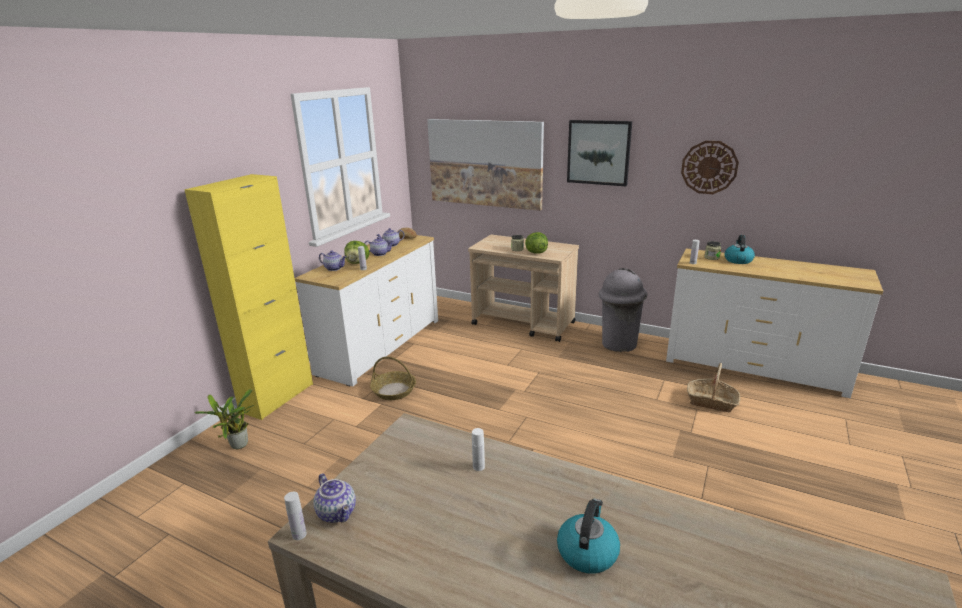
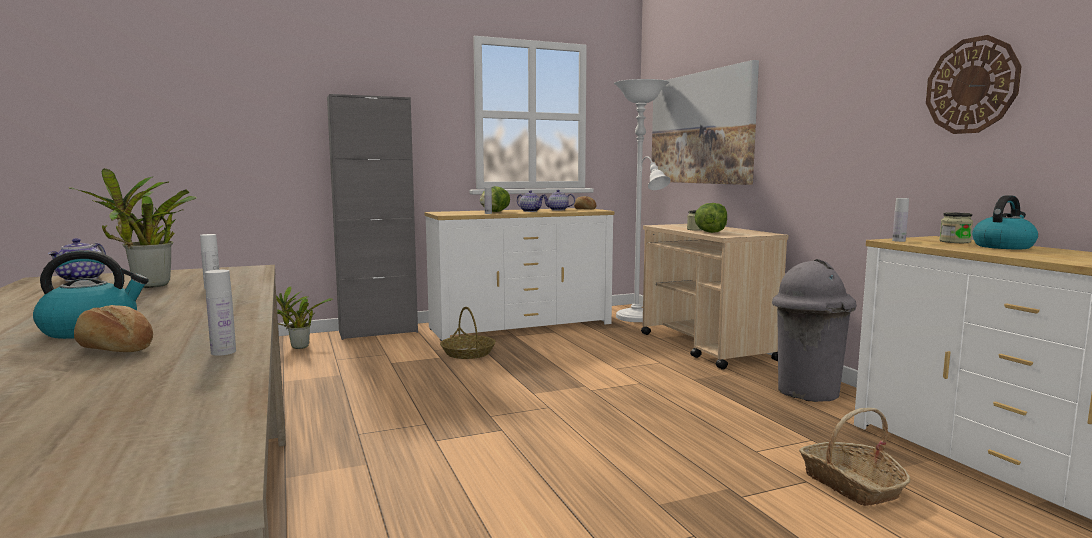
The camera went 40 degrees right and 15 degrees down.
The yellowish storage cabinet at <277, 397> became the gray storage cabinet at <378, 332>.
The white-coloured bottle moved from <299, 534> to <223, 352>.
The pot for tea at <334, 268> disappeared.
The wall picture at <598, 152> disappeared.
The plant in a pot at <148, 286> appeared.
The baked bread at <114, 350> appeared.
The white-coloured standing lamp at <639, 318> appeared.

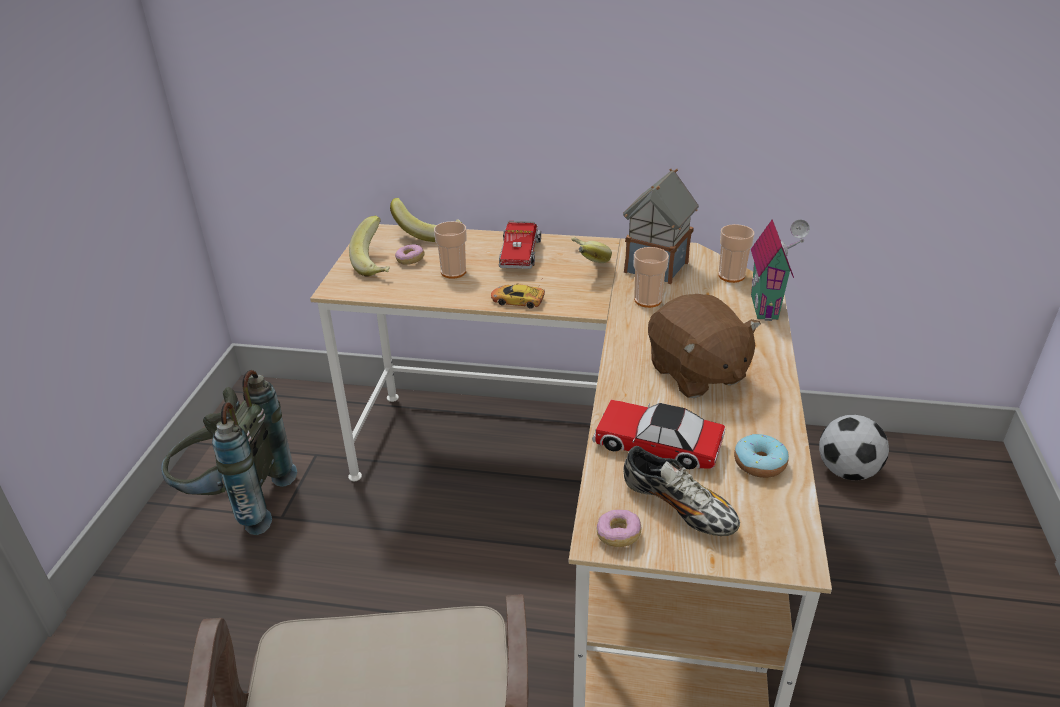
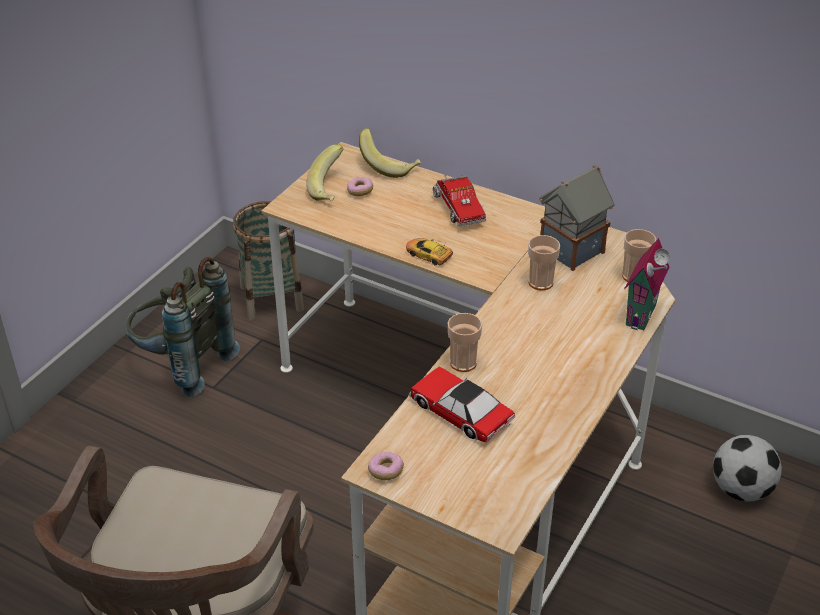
The camera went 20 degrees right and 5 degrees up.
The drinking cup moved from <453, 272> to <463, 363>.
The model truck at <519, 254> turned 45 degrees counterclockwise.
The banana at <584, 264> disappeared.
The low shoe at <678, 508> disappeared.
The brown soft toy at <696, 373> disappeared.
The ring doughnut at <759, 463> disappeared.
The basket at <272, 298> appeared.

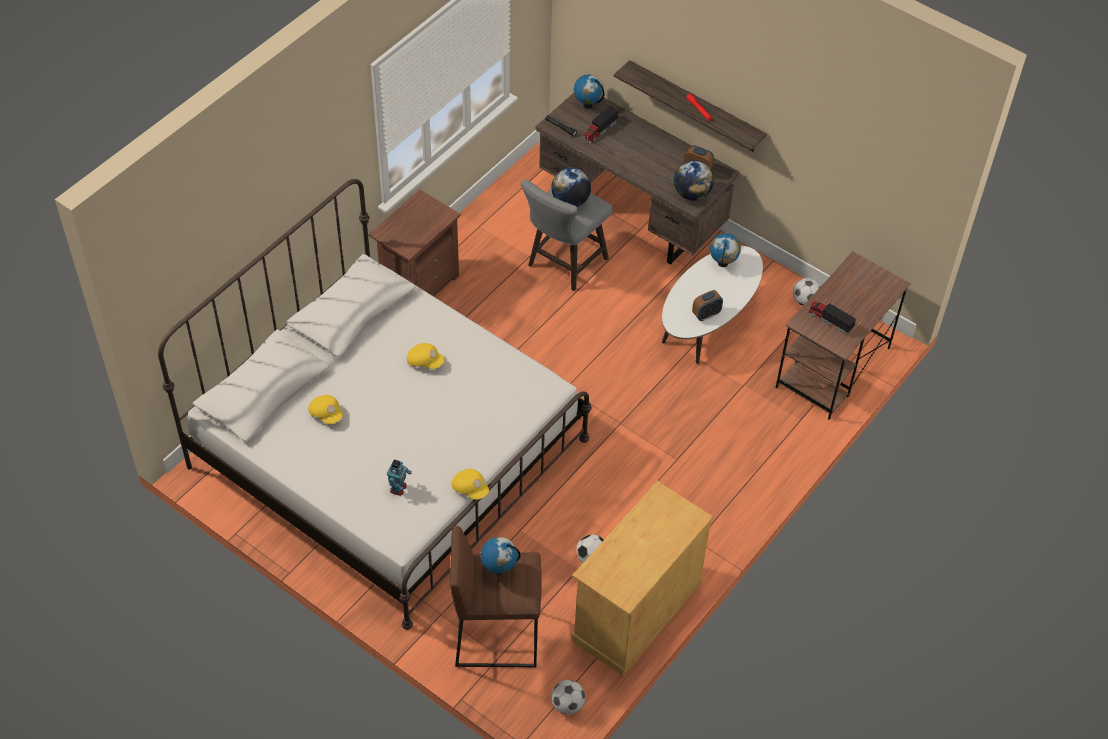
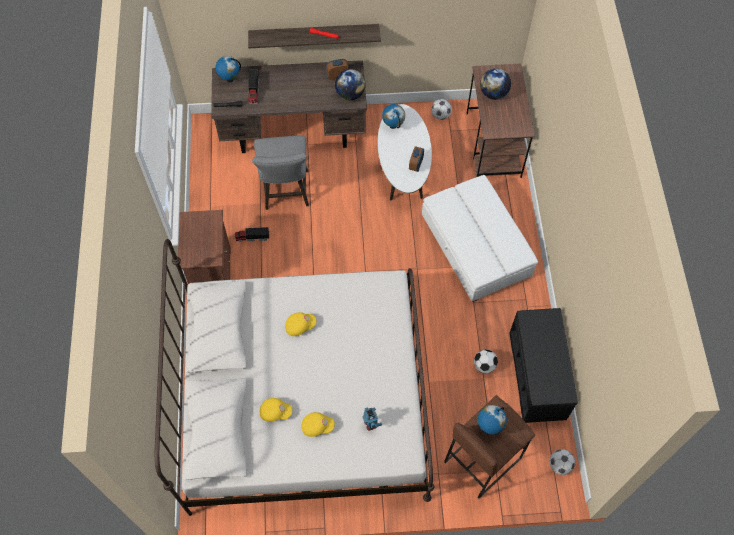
The camera went 40 degrees left and 10 degrees up.
The yellowish cap moved from <470, 488> to <317, 426>.
The globe moved from <570, 201> to <493, 93>.
The beige-coloured storage cabinet at <636, 611> was replaced by the blackish indoor bench at <538, 376>.
The model truck moved from <829, 320> to <252, 237>.
The white-coloured ottoman at <476, 246> appeared.

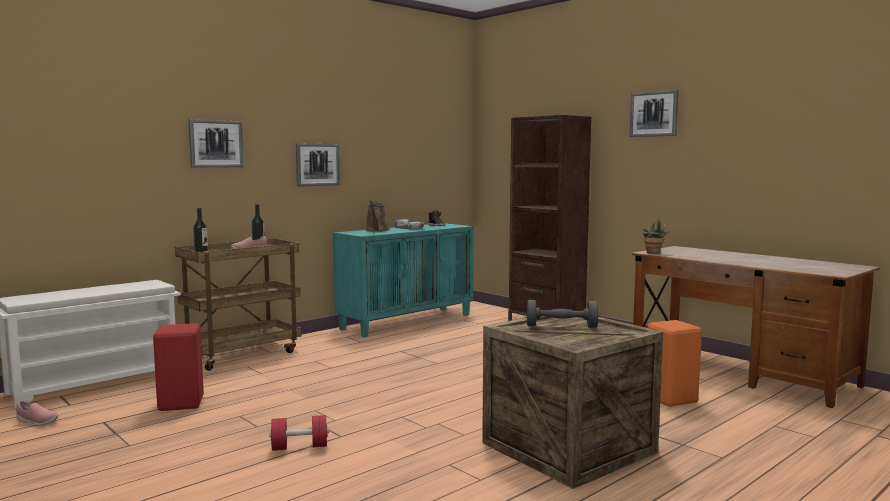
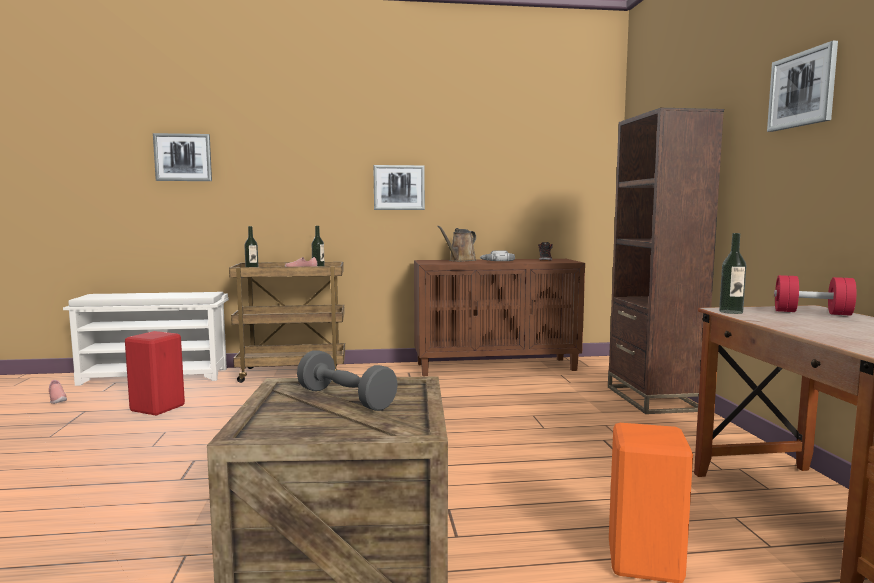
The camera went 35 degrees right and 0 degrees up.
The wall picture moved from <216, 144> to <183, 157>.
The red-coloured hand weight moved from <299, 447> to <812, 313>.
The turquoise storage cabinet at <407, 321> became the brown storage cabinet at <496, 367>.
The plant in a pot at <654, 253> was replaced by the bottle at <731, 312>.

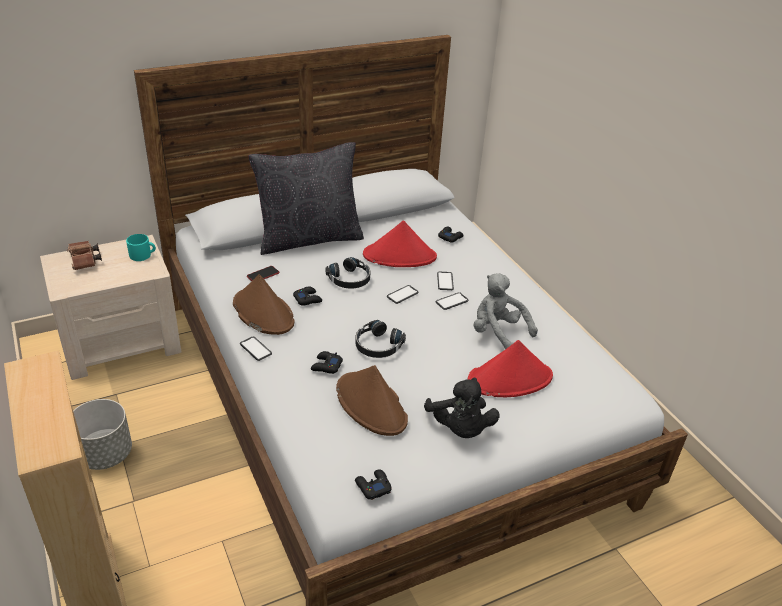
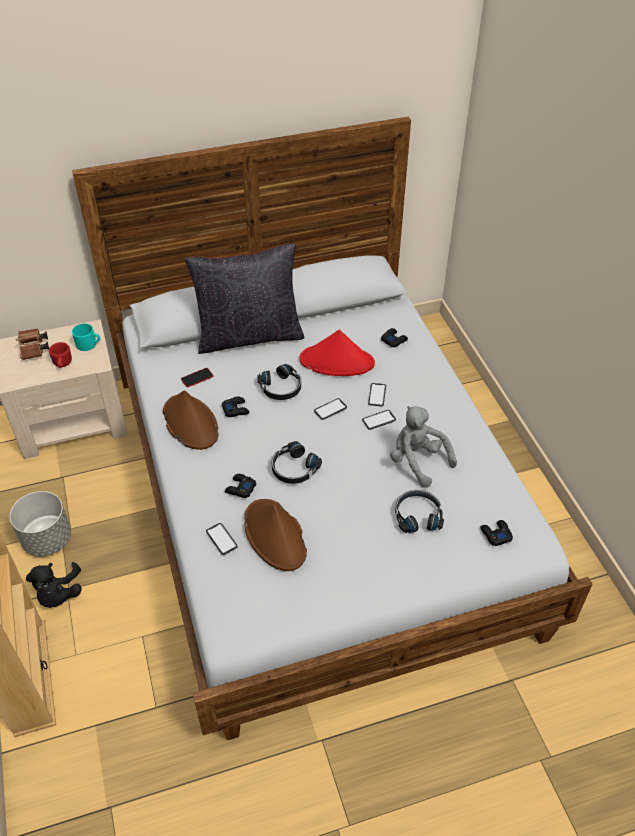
The camera went 10 degrees right and 10 degrees up.
The telephone moved from <255, 349> to <221, 539>.
The blackish gamepad moved from <372, 487> to <495, 534>.
The blackish soft toy moved from <459, 429> to <58, 594>.
The red-coloured hat at <510, 379> was replaced by the blackish headset at <417, 515>.
The red-coloured coffee mug at <62, 364> appeared.

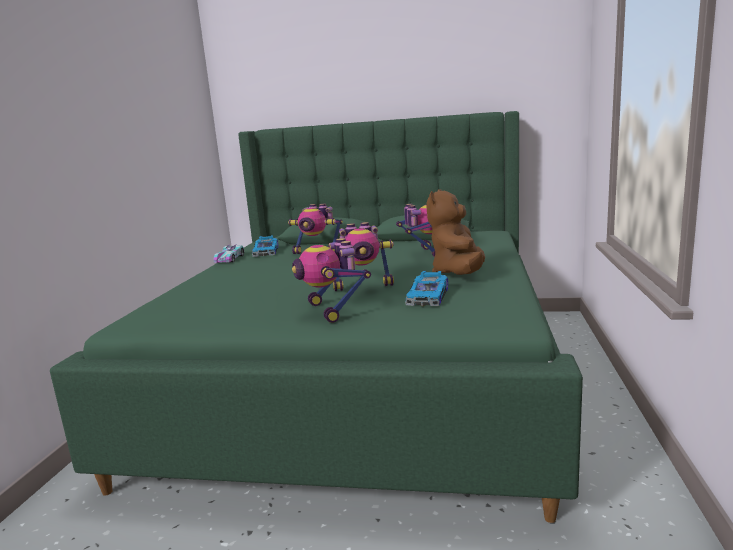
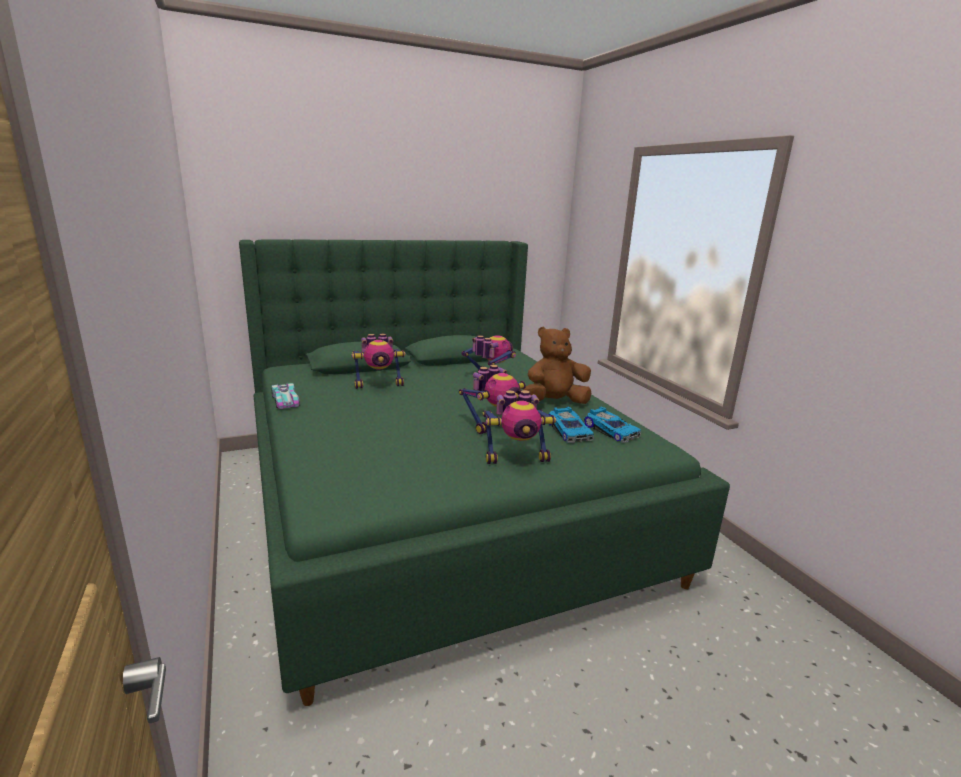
The camera went 35 degrees left and 5 degrees up.
The model car moved from <266, 252> to <612, 431>.
The toy robot at <332, 311> turned 45 degrees counterclockwise.
The brown soft toy at <459, 273> turned 90 degrees clockwise.

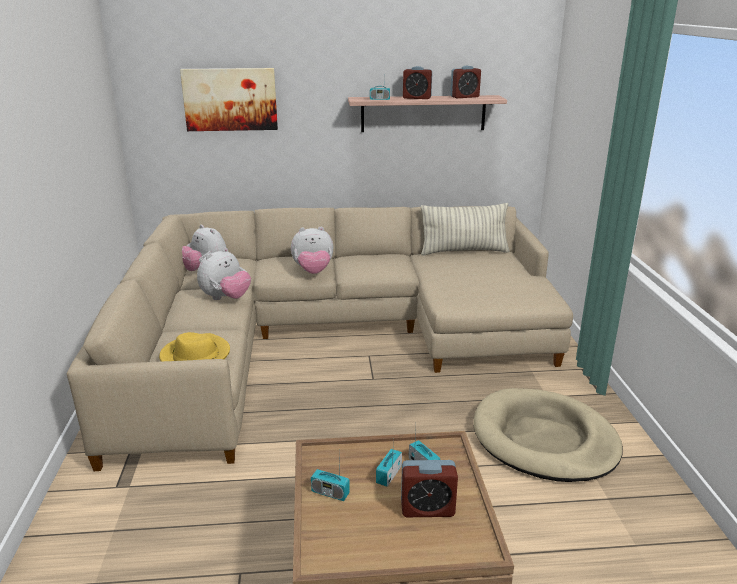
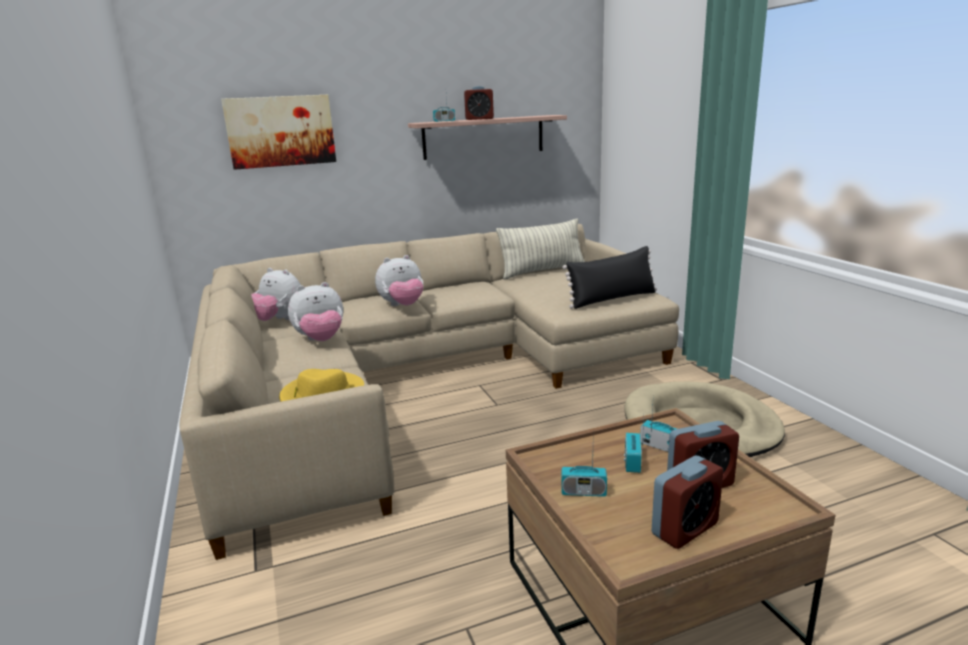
The camera went 15 degrees left and 5 degrees down.
The soft toy at <226, 298> turned 45 degrees clockwise.
The alarm clock moved from <464, 97> to <684, 529>.
The blackish pillow at <612, 299> appeared.

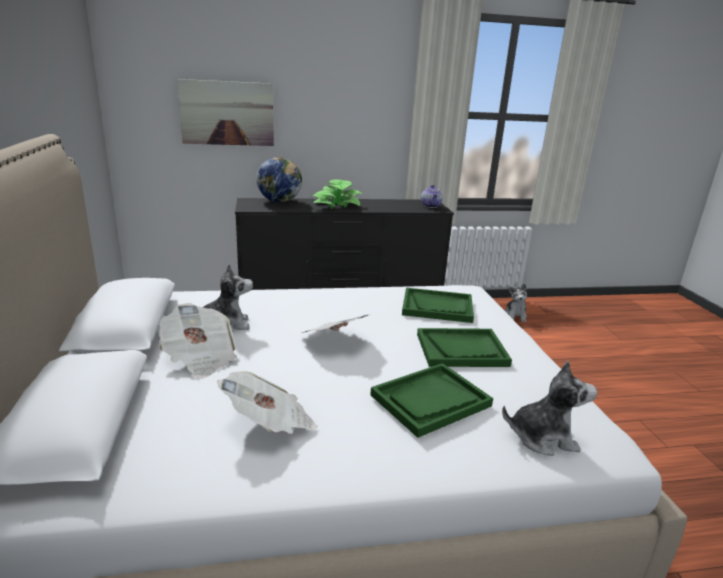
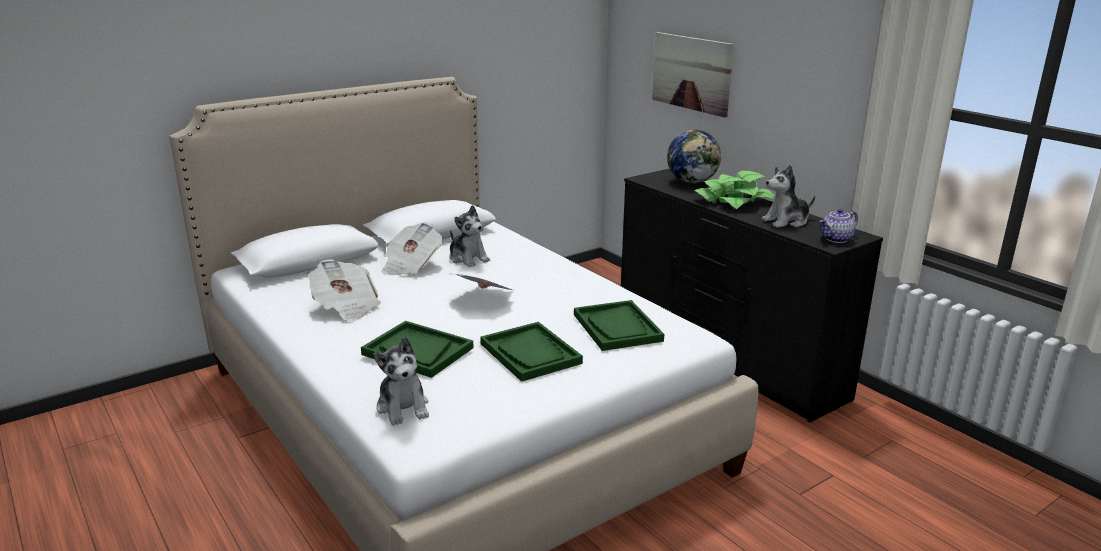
The camera went 65 degrees right and 0 degrees up.
The soft toy moved from <515, 316> to <786, 221>.

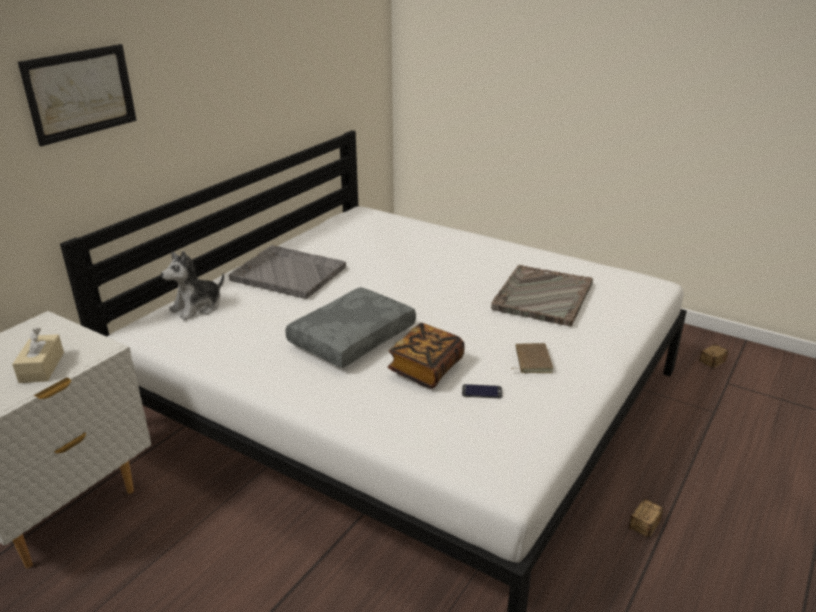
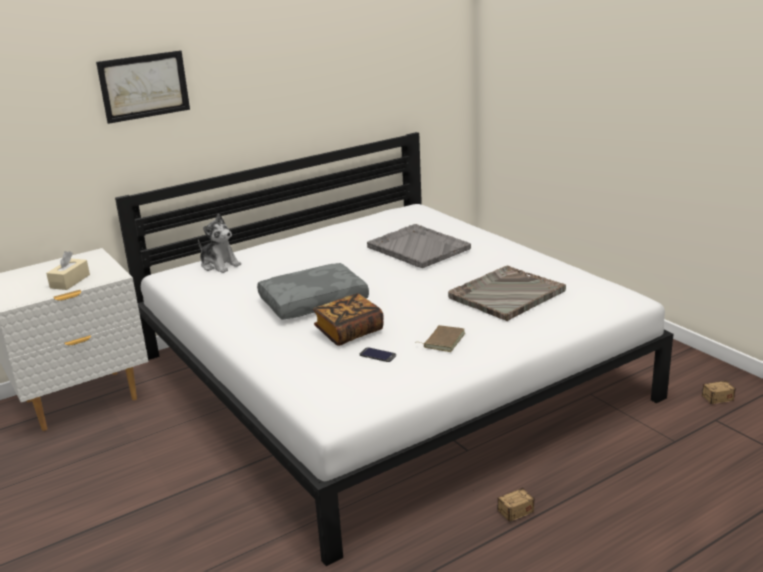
The camera went 25 degrees right and 5 degrees down.
The soft toy at <197, 307> turned 120 degrees counterclockwise.
The gray carrying tray moved from <287, 273> to <417, 248>.

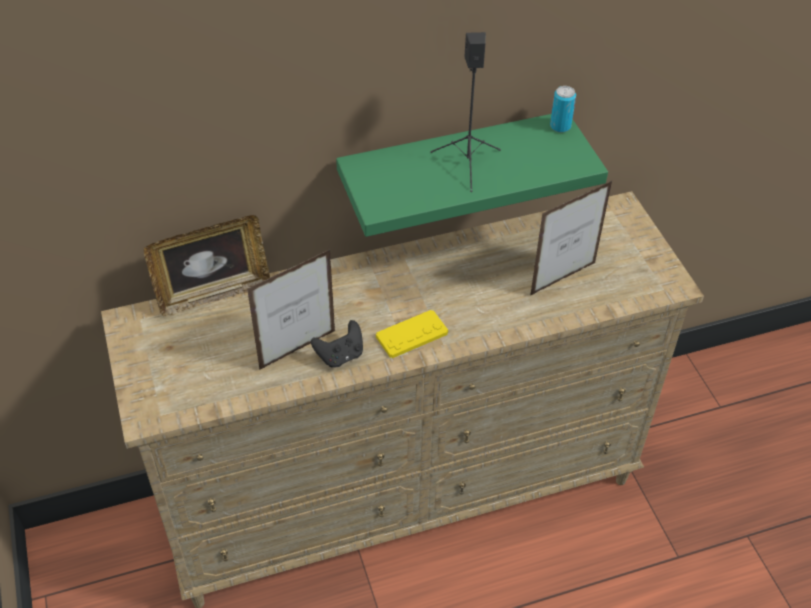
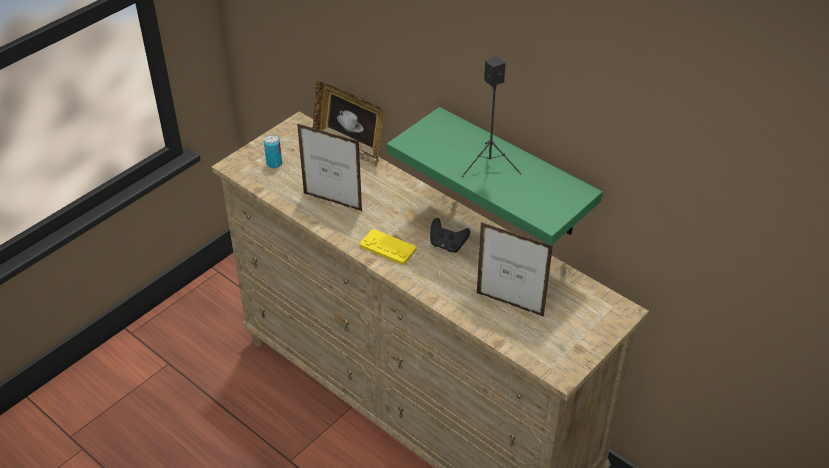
The camera went 60 degrees right and 5 degrees down.
The blackish gamepad moved from <340, 356> to <447, 245>.
The sealed can moved from <560, 126> to <274, 164>.

